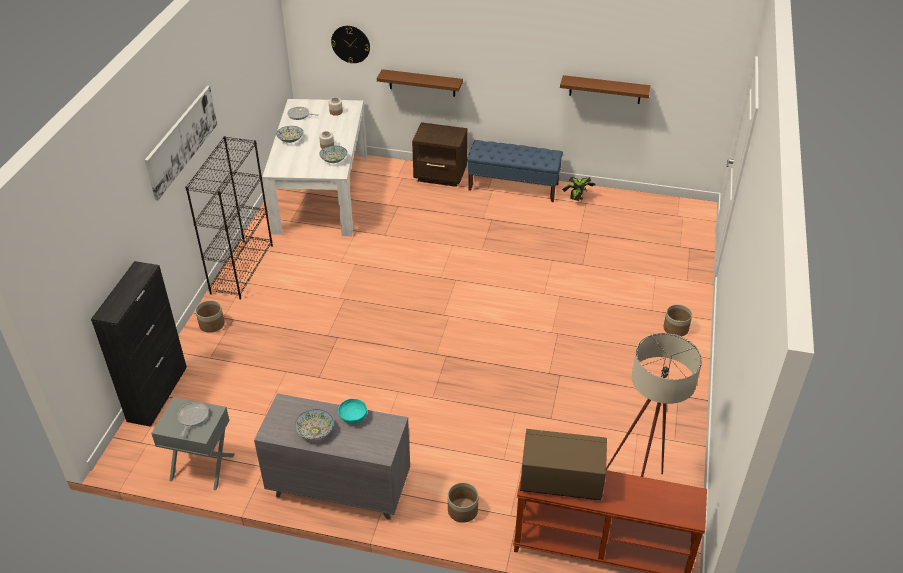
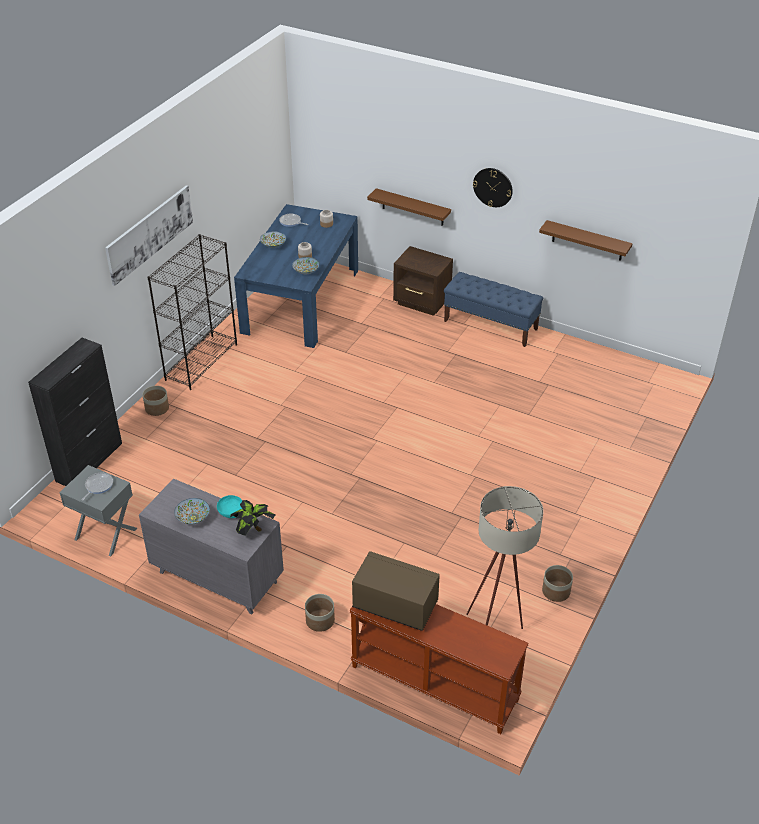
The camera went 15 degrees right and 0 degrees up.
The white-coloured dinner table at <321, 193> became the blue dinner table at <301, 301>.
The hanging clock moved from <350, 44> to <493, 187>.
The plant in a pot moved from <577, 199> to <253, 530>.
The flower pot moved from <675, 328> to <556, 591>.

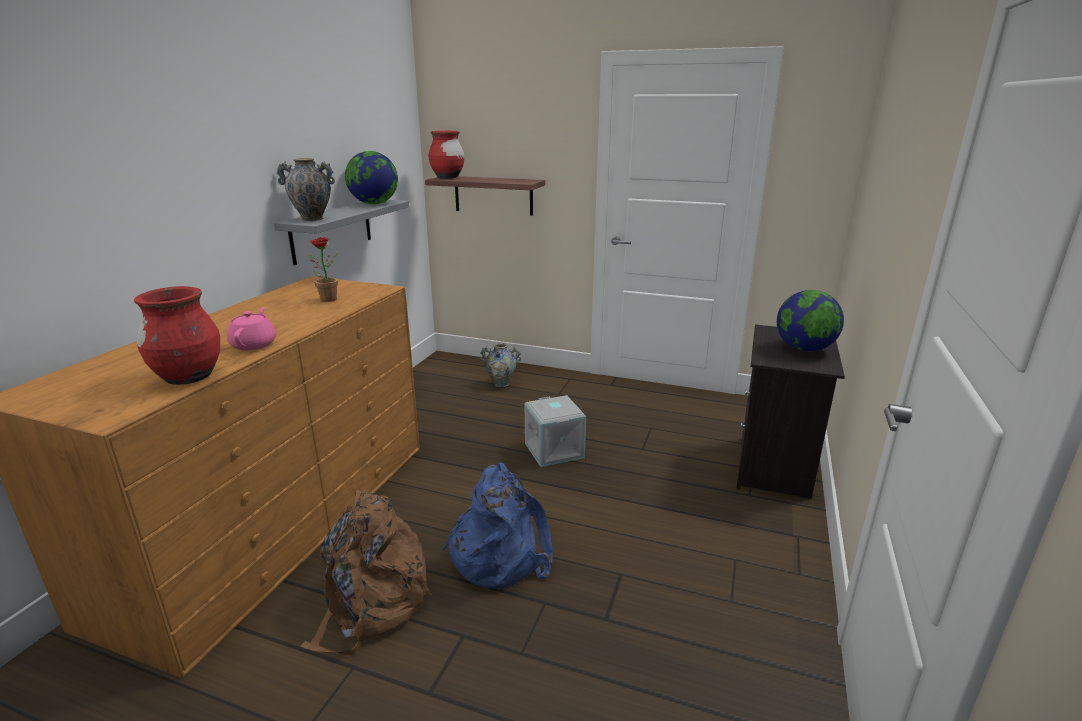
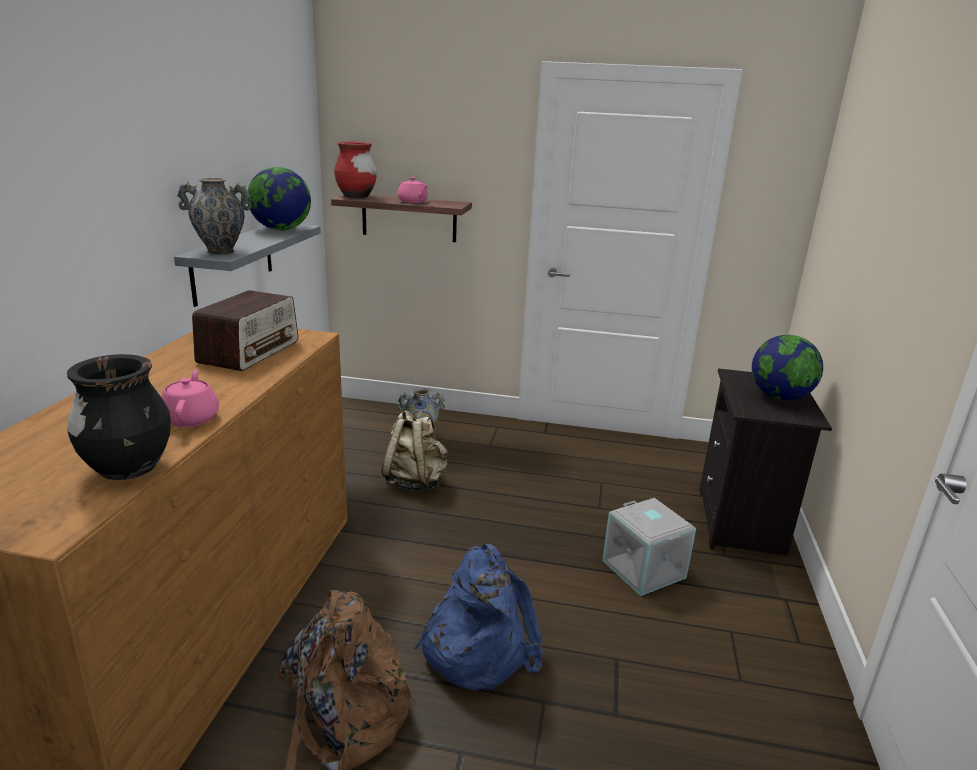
The camera went 10 degrees left and 0 degrees up.
The red-coloured vase at <189, 377> became the blackish vase at <129, 468>.
The plant in a pot at <325, 299> was replaced by the radio at <250, 351>.
The gray storage box moved from <555, 450> to <645, 569>.
The beige-coloured backpack at <415, 482> appeared.
The pink-coloured pot for tea at <413, 201> appeared.

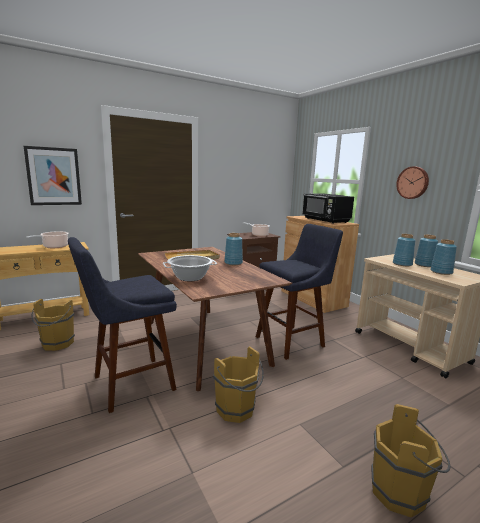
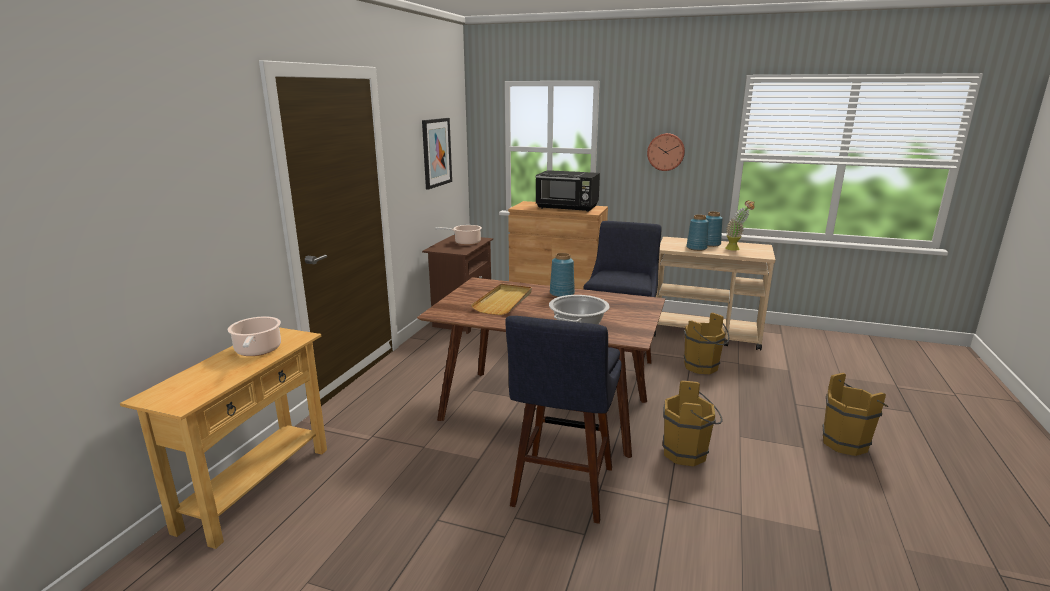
The camera went 40 degrees left and 5 degrees up.
The wall picture moved from <54, 176> to <436, 152>.
The brown water bucket moved from <56, 345> to <703, 368>.
The blue vase at <441, 272> was replaced by the plant in a pot at <736, 249>.

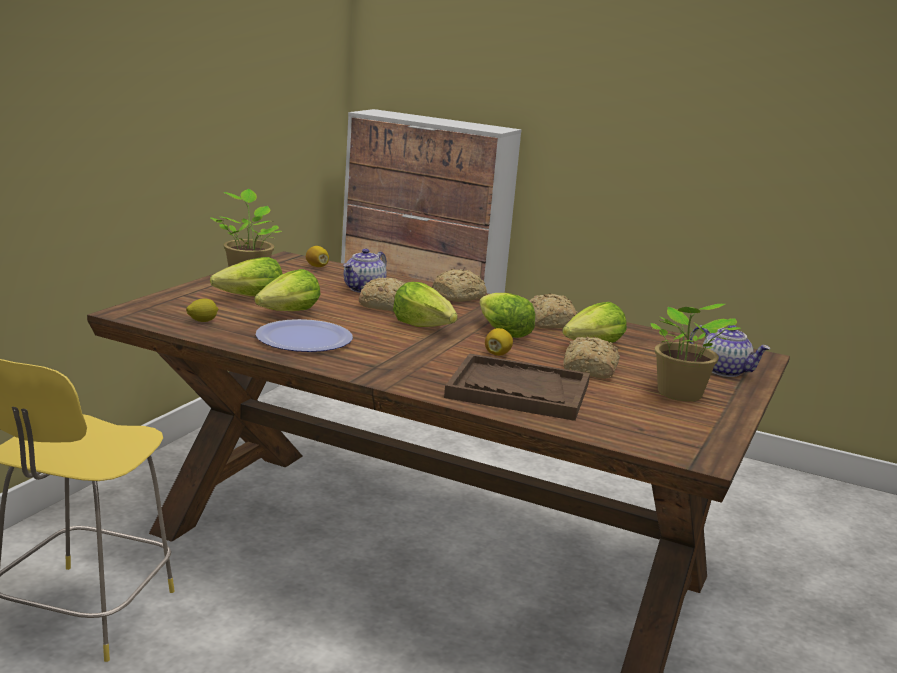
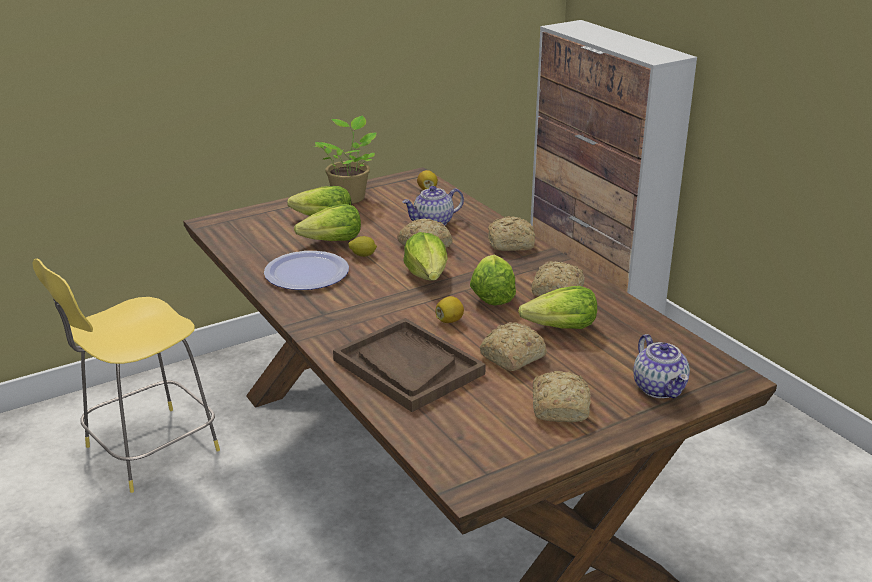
The camera went 35 degrees right and 10 degrees up.
The lemon moved from <202, 321> to <363, 255>.
The plant in a pot at <679, 395> was replaced by the baked bread at <561, 407>.

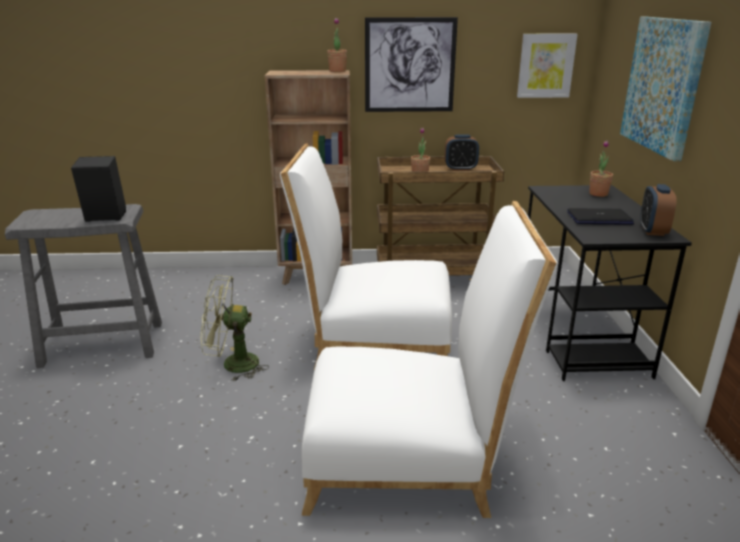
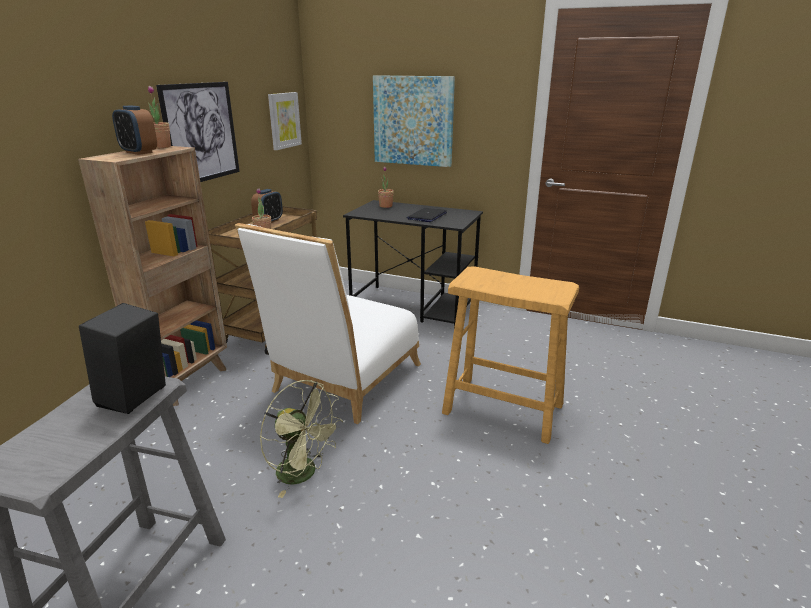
The camera went 65 degrees left and 0 degrees up.
The green-coloured electric fan at <232, 365> turned 75 degrees counterclockwise.
The white-coloured plain chair at <410, 460> was replaced by the beige-coloured sitting stool at <504, 409>.
The alarm clock moved from <652, 231> to <139, 152>.

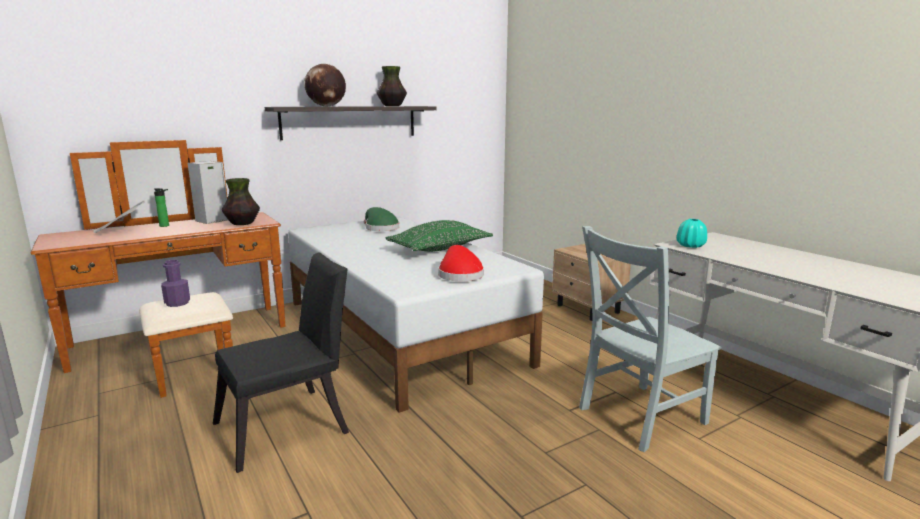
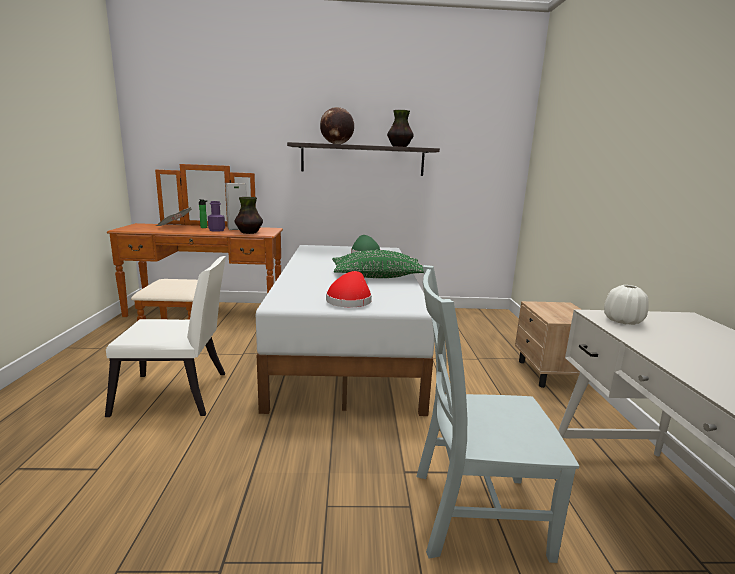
The camera went 30 degrees right and 0 degrees up.
The purple-coloured bottle moved from <177, 303> to <216, 230>.
The blackish plain chair at <290, 426> became the white-coloured plain chair at <178, 395>.
The turquoise vase at <690, 246> became the white-coloured vase at <622, 321>.

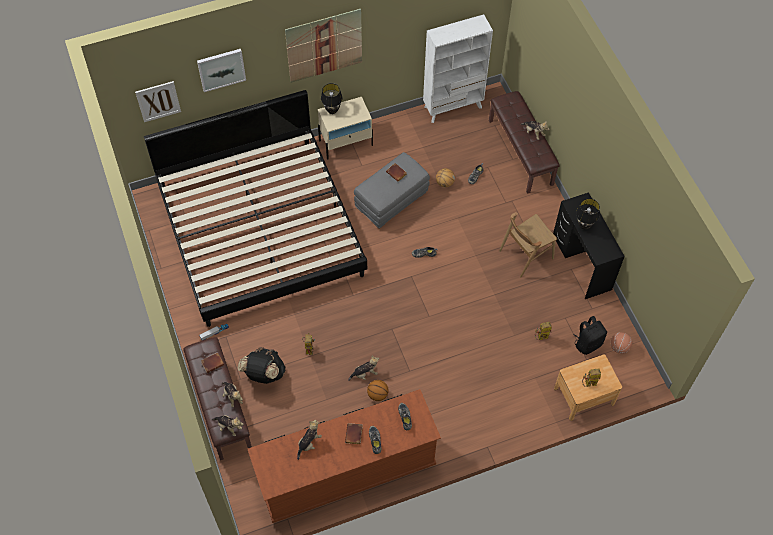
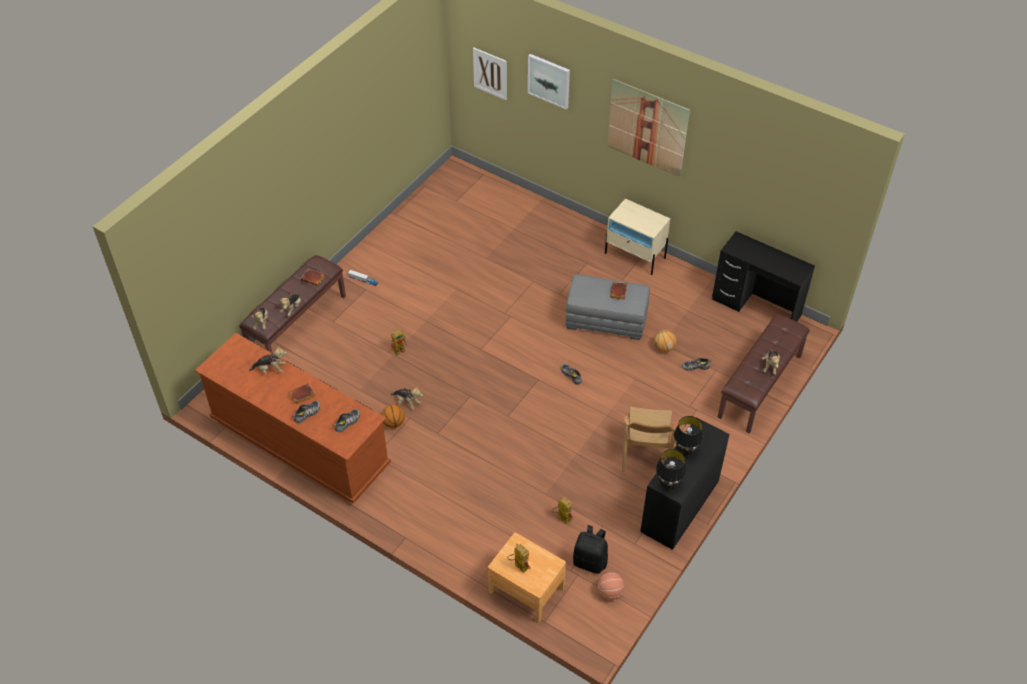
The camera went 55 degrees right and 10 degrees down.
The sleeping bed at <260, 230> disappeared.
The blackish backpack at <263, 374> disappeared.
The blackish tabletop lamp moved from <332, 110> to <668, 484>.
The white-coloured shelving unit at <453, 107> was replaced by the blackish desk table at <756, 307>.
The brown plain chair at <526, 254> turned 105 degrees counterclockwise.

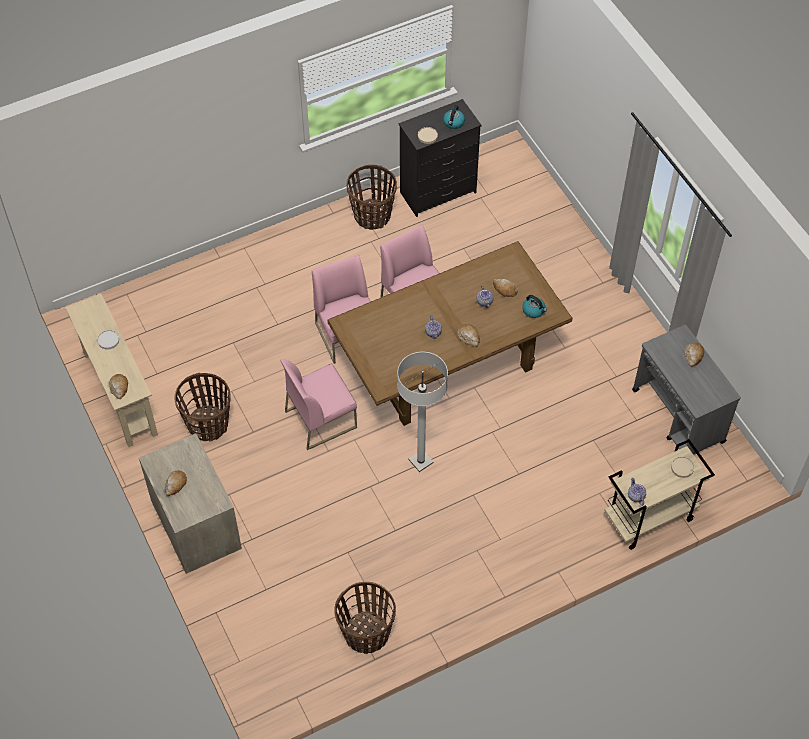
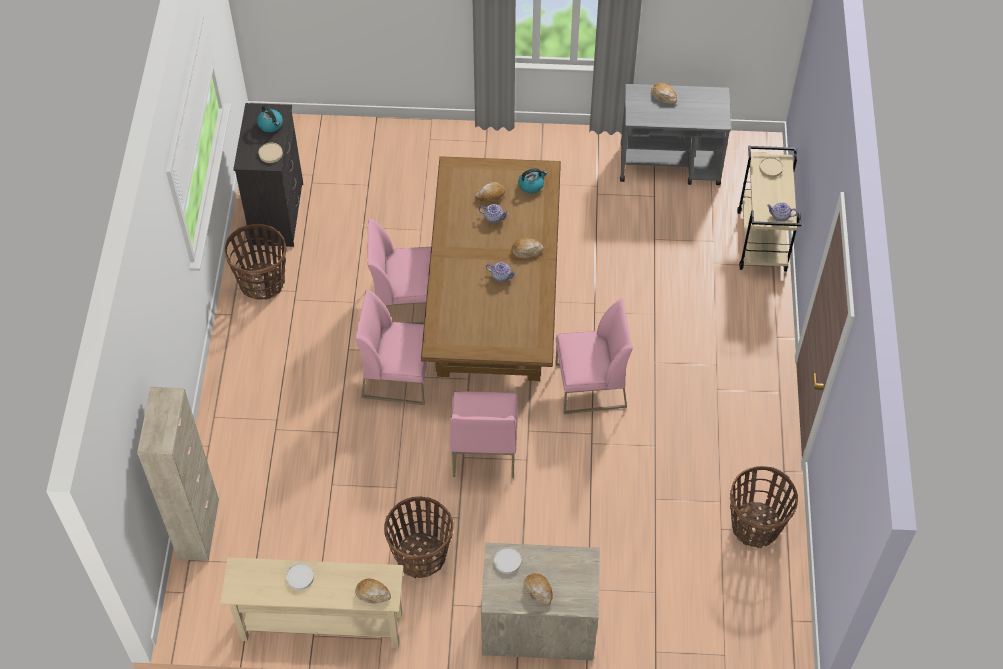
The camera went 60 degrees left and 0 degrees up.
The white-coloured standing lamp at <421, 461> was replaced by the pink-coloured plain chair at <590, 386>.
The beige-coloured storage cabinet at <199, 529> appeared.
The white-coloured flat dish at <507, 561> appeared.

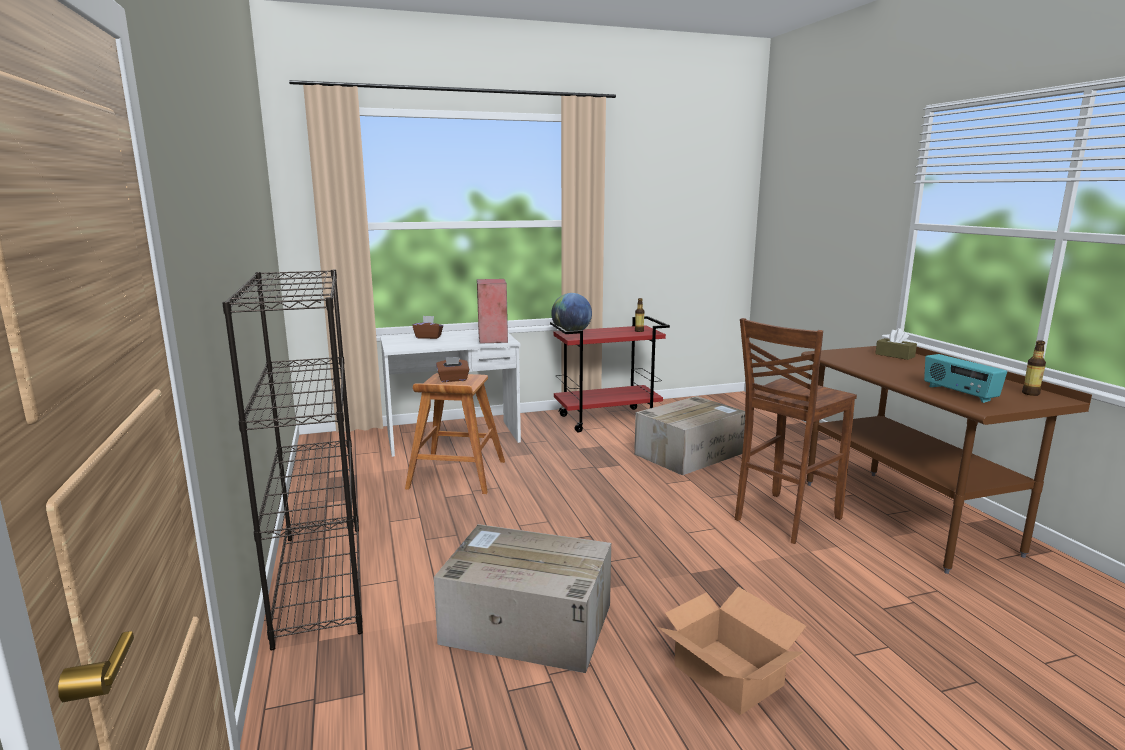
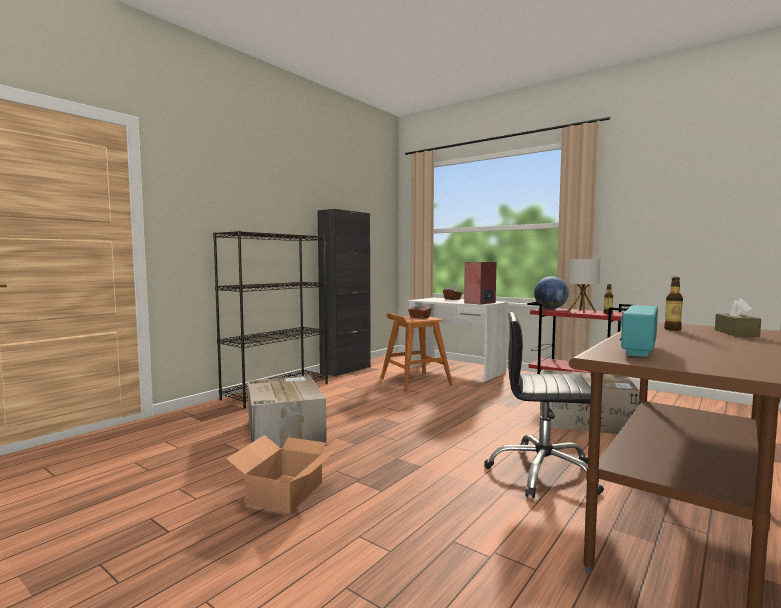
The camera went 55 degrees right and 10 degrees down.
The brown sitting stool at <783, 519> was replaced by the blackish desk chair at <543, 473>.
The bottle moved from <1030, 393> to <672, 329>.
The blackish storage cabinet at <346, 370> appeared.
The tabletop lamp at <581, 311> appeared.

